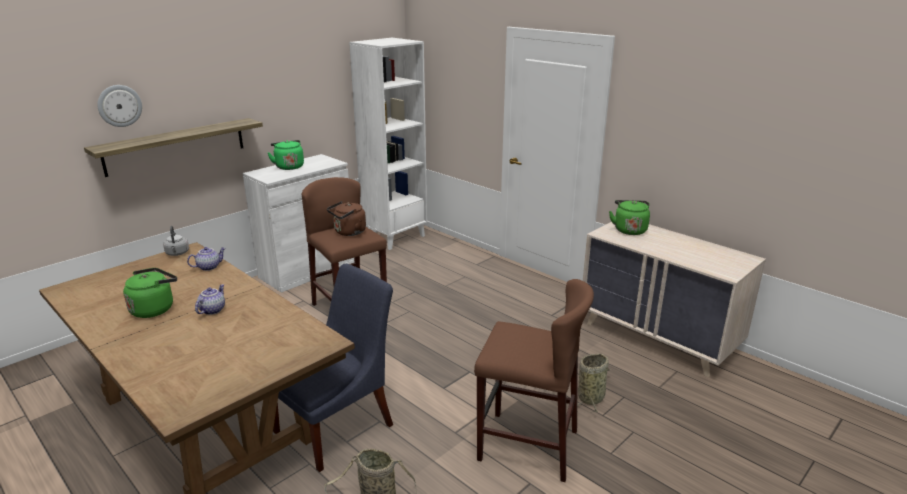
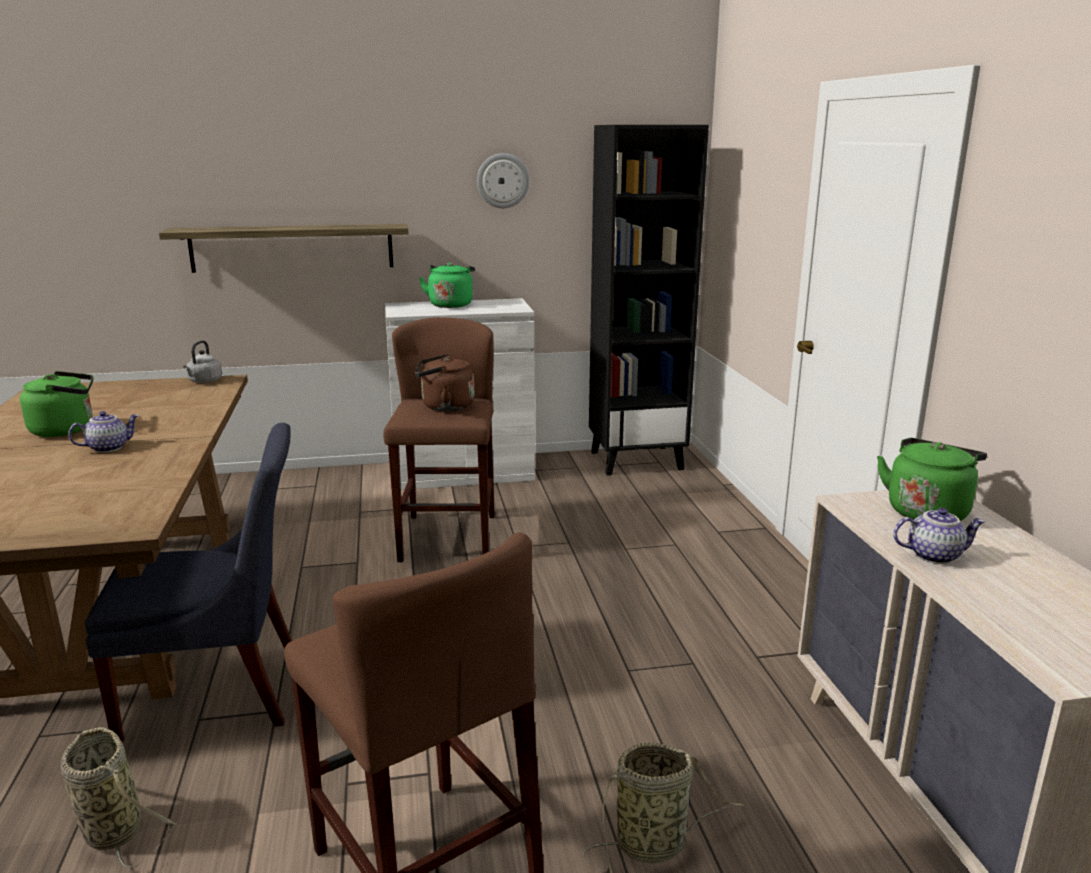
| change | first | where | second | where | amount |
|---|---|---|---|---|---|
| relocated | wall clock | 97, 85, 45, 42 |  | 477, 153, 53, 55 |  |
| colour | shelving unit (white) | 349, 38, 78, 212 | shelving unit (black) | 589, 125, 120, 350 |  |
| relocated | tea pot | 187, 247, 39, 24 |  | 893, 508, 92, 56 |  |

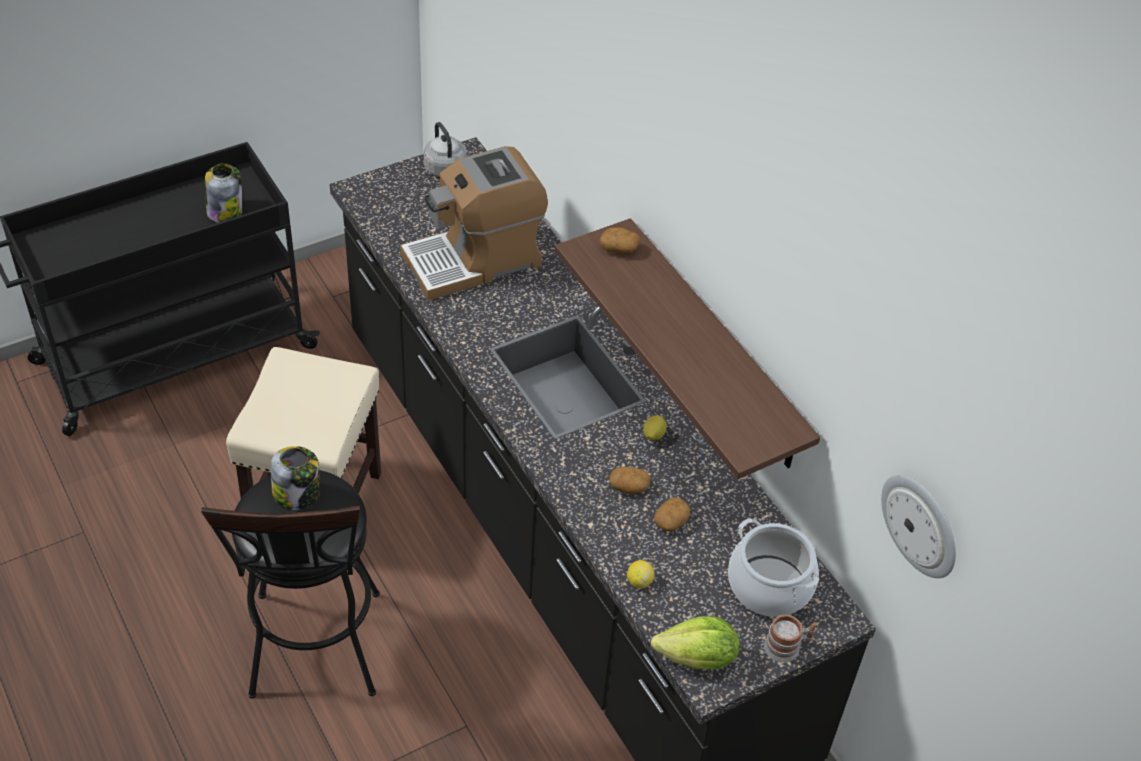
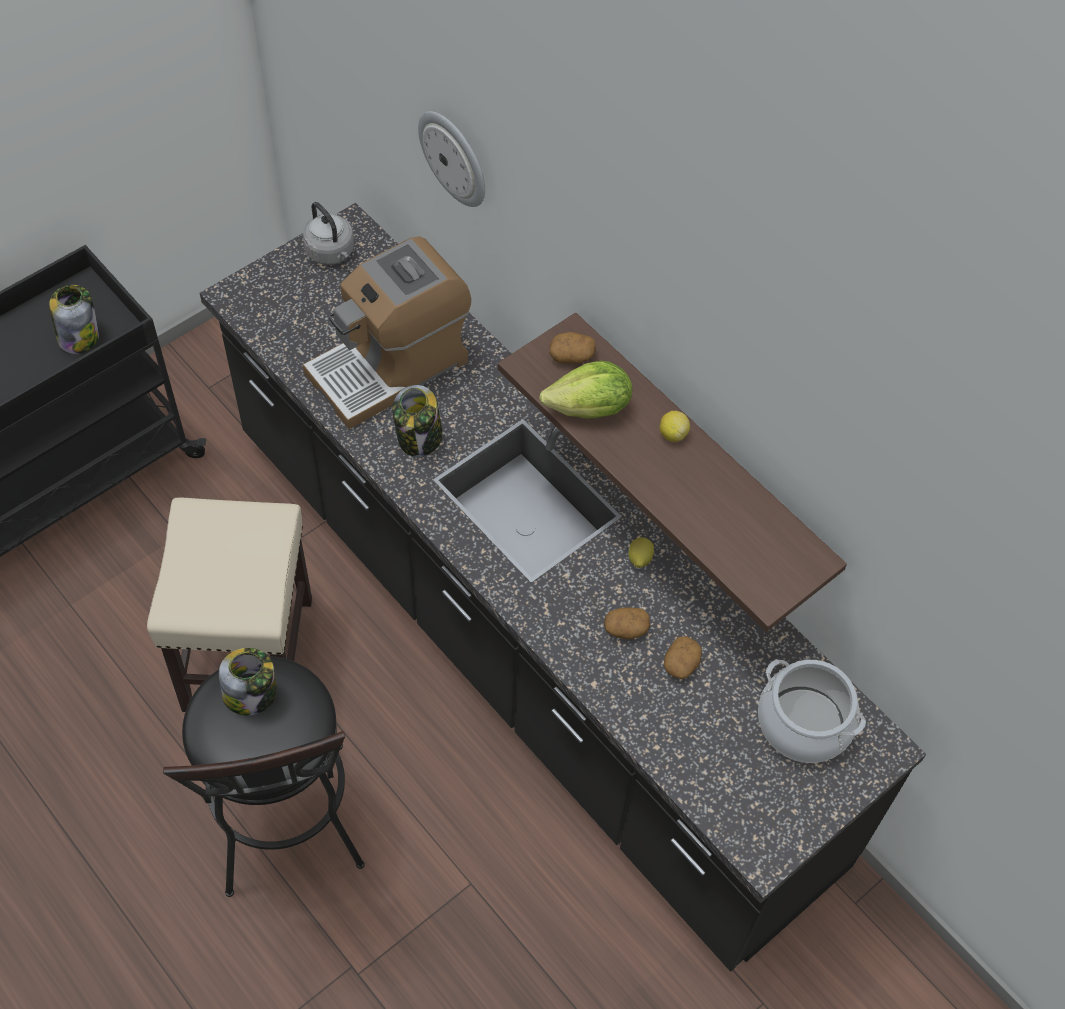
| change | first | where | second | where | amount |
|---|---|---|---|---|---|
| appeared |  |  | storage jar | 392, 385, 50, 72 |  |
| relocated | wall clock | 881, 475, 75, 103 |  | 418, 111, 67, 96 |  |
| relocated | head of lettuce | 651, 616, 89, 53 |  | 539, 361, 94, 58 |  |
| relocated | citrus fruit | 627, 560, 28, 28 |  | 659, 411, 31, 31 |  |
| missing | tea mug | 764, 615, 53, 48 |  |  |  |

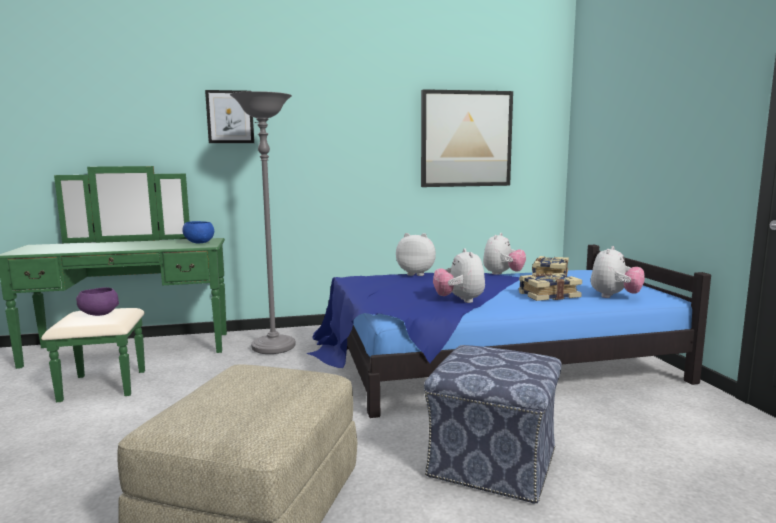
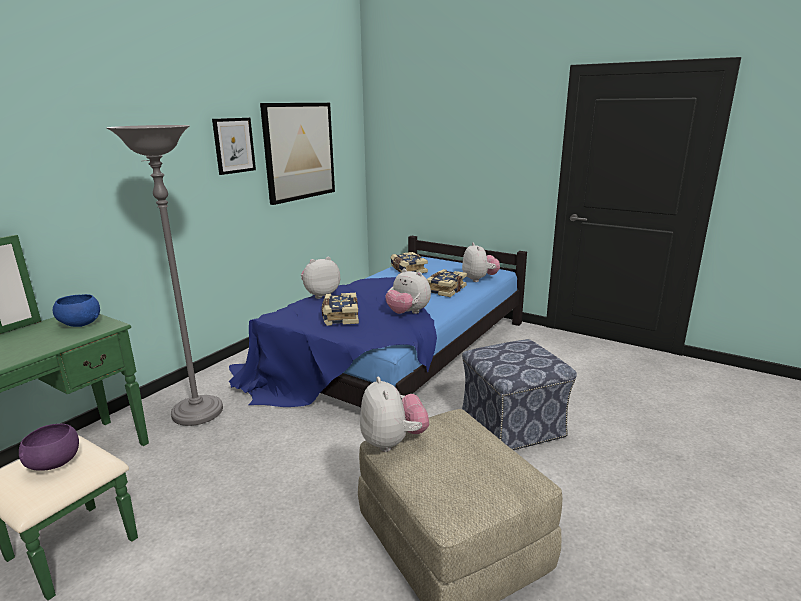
| change | first | where | second | where | amount |
|---|---|---|---|---|---|
| relocated | wall art | 205, 90, 49, 53 |  | 212, 118, 44, 57 |  |
| appeared |  |  | book | 322, 293, 37, 33 |  |
| relocated | plush toy | 483, 233, 43, 42 |  | 360, 377, 69, 75 |  |

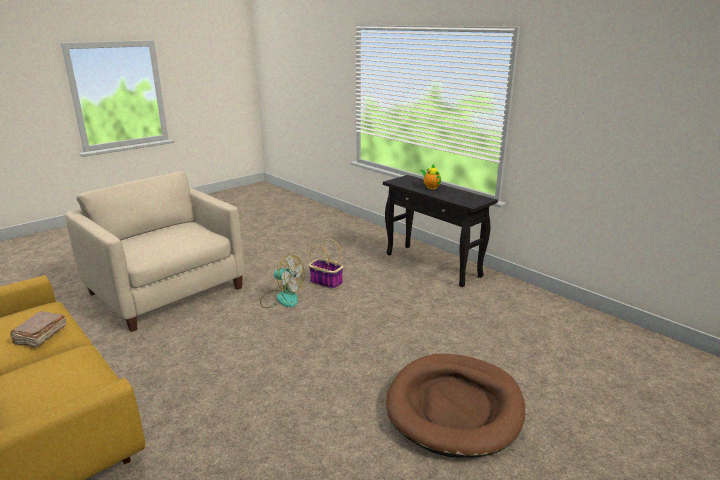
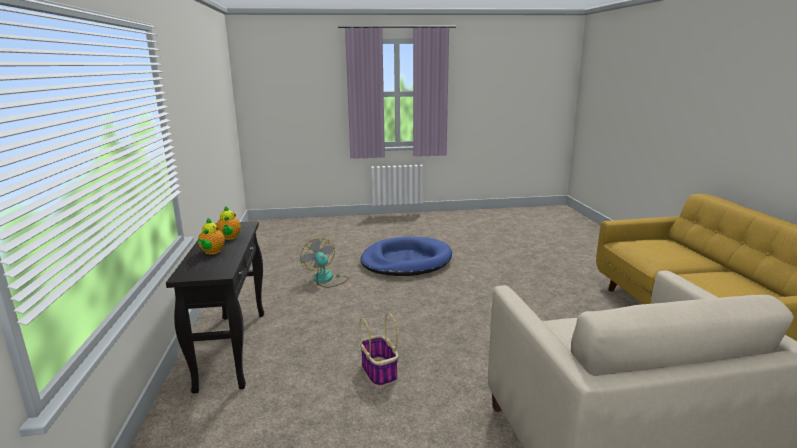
| change | first | where | second | where | amount |
|---|---|---|---|---|---|
| appeared |  |  | tea pot | 217, 206, 24, 34 |  |
| relocated | fan | 260, 254, 44, 54 |  | 300, 238, 49, 50 |  |
| colour | pet bed (brown-coloured) | 386, 354, 139, 104 | pet bed (blue-coloured) | 361, 237, 91, 39 |  |
| missing | book (brown-coloured) | 10, 311, 56, 37 |  |  |  |

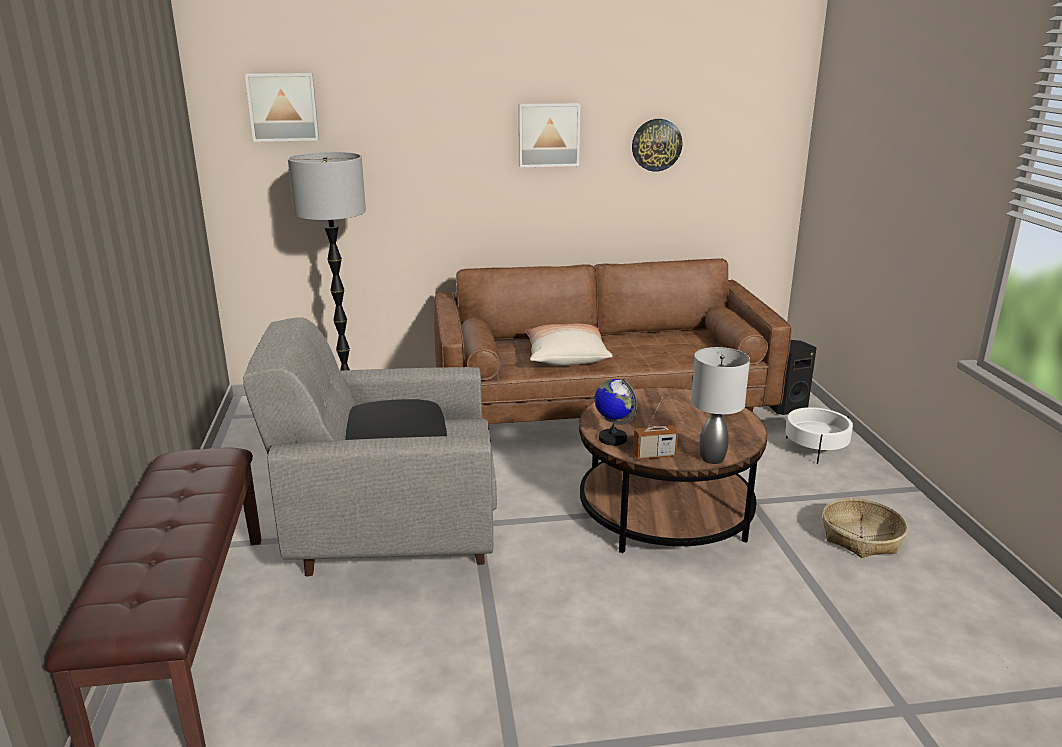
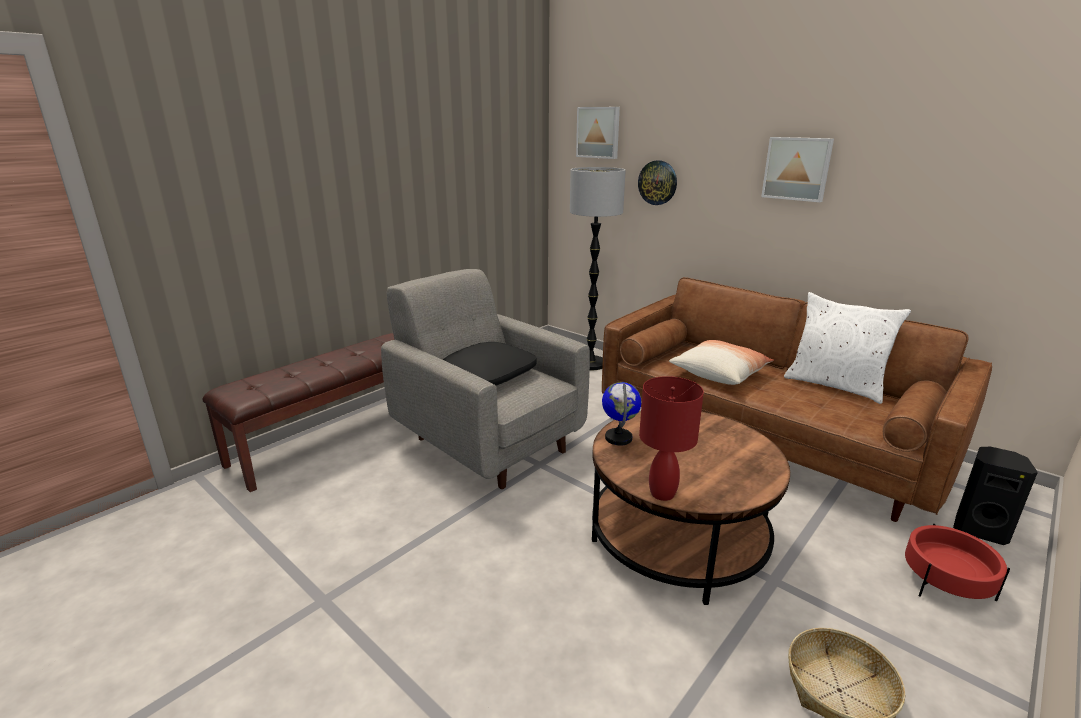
| change | first | where | second | where | amount |
|---|---|---|---|---|---|
| relocated | wall clock | 632, 119, 50, 53 |  | 638, 160, 39, 45 |  |
| colour | tabletop lamp (greyish) | 691, 347, 59, 117 | tabletop lamp (reddish) | 639, 376, 65, 125 |  |
| appeared |  |  | pillow (white) | 784, 292, 127, 112 |  |
| colour | planter (white) | 785, 407, 68, 57 | planter (reddish) | 905, 524, 105, 77 |  |
| missing | radio | 633, 397, 45, 63 |  |  |  |

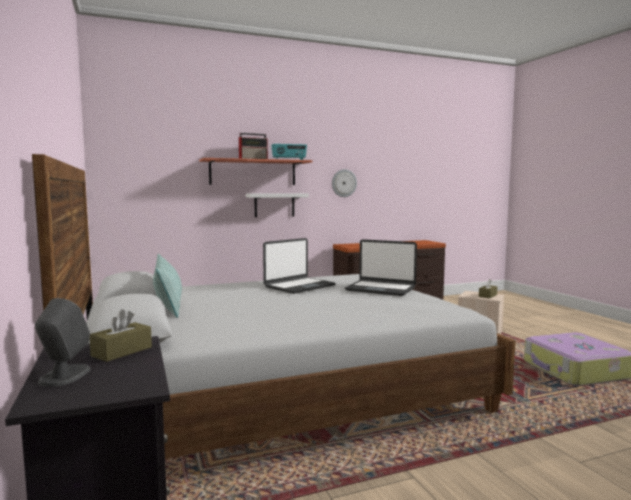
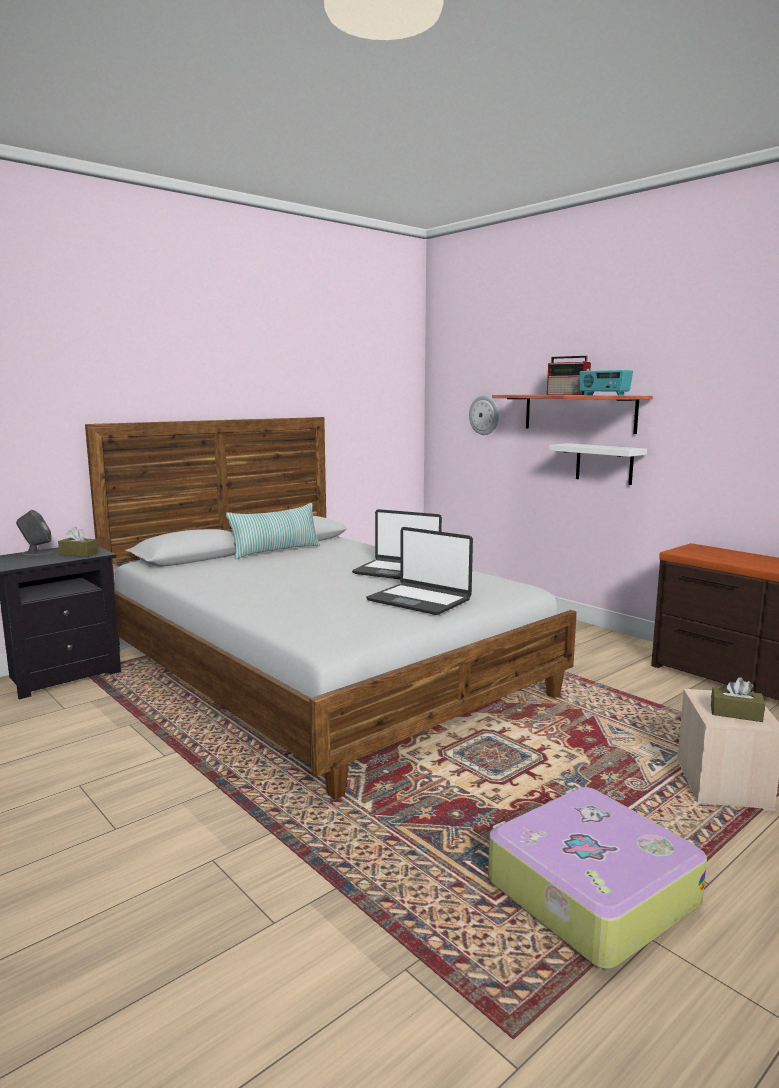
| change | first | where | second | where | amount |
|---|---|---|---|---|---|
| spun | notebook computer | 345, 239, 72, 57 |  | 366, 527, 107, 88 | 60 degrees counterclockwise |
| relocated | wall clock | 332, 169, 25, 28 |  | 469, 395, 30, 40 |  |

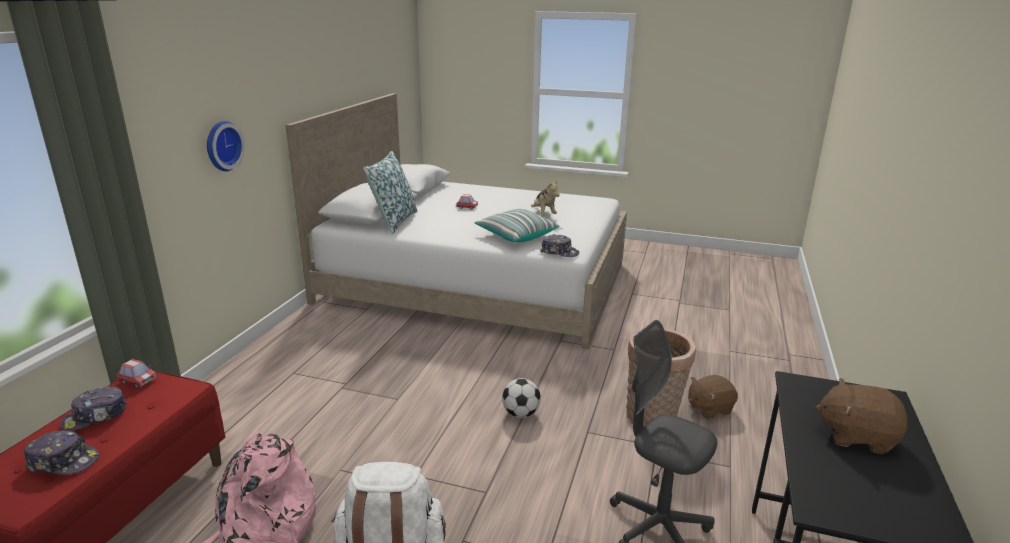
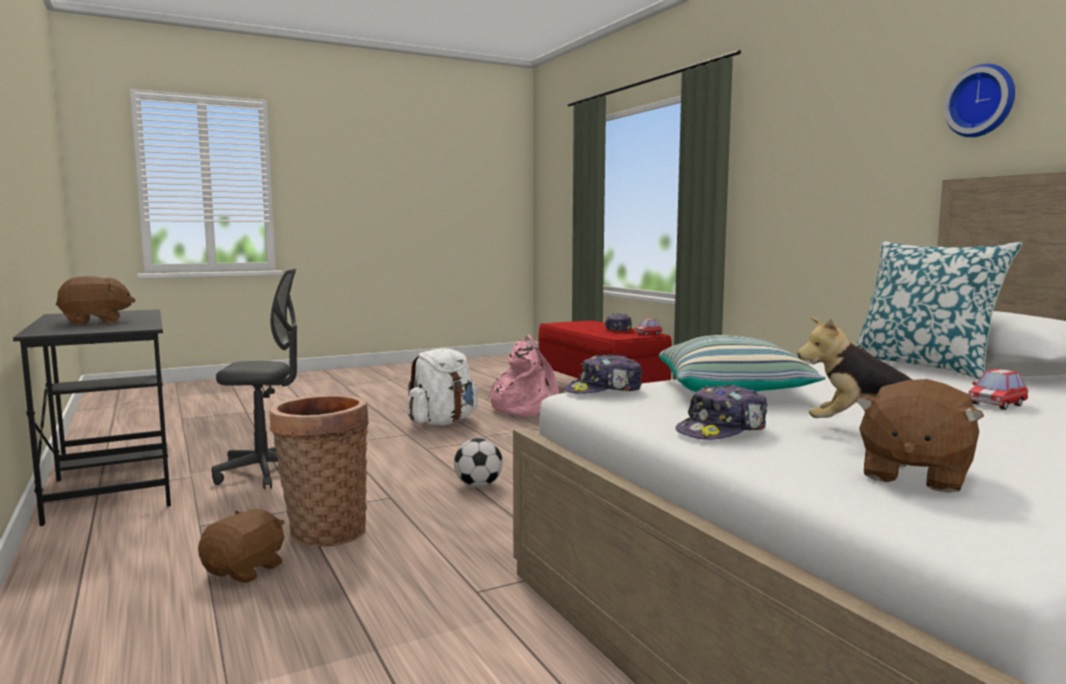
| change | first | where | second | where | amount |
|---|---|---|---|---|---|
| relocated | peaked cap | 24, 430, 75, 45 |  | 676, 384, 91, 56 |  |
| appeared |  |  | plush toy (brown-coloured) | 855, 379, 129, 114 |  |
| relocated | wall clock | 207, 121, 38, 50 |  | 944, 64, 71, 73 |  |

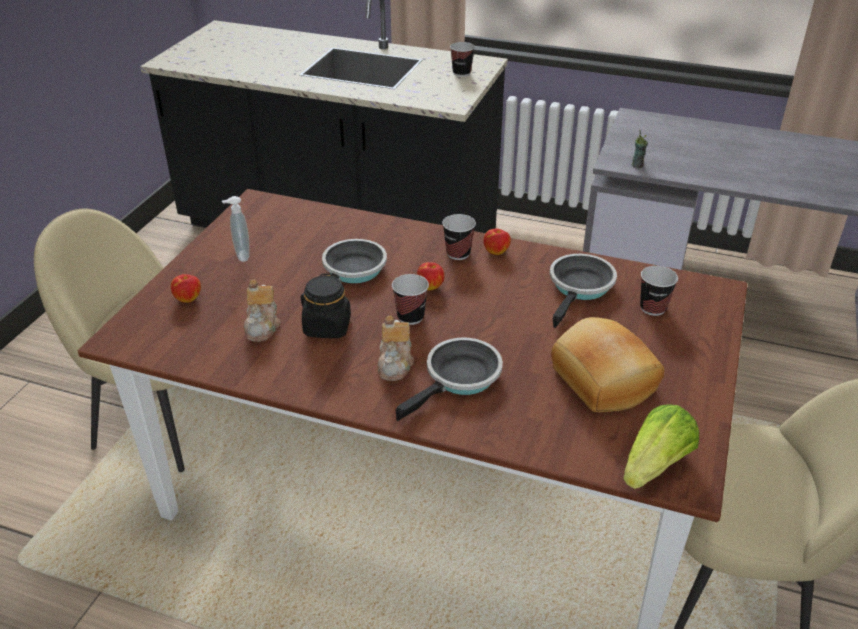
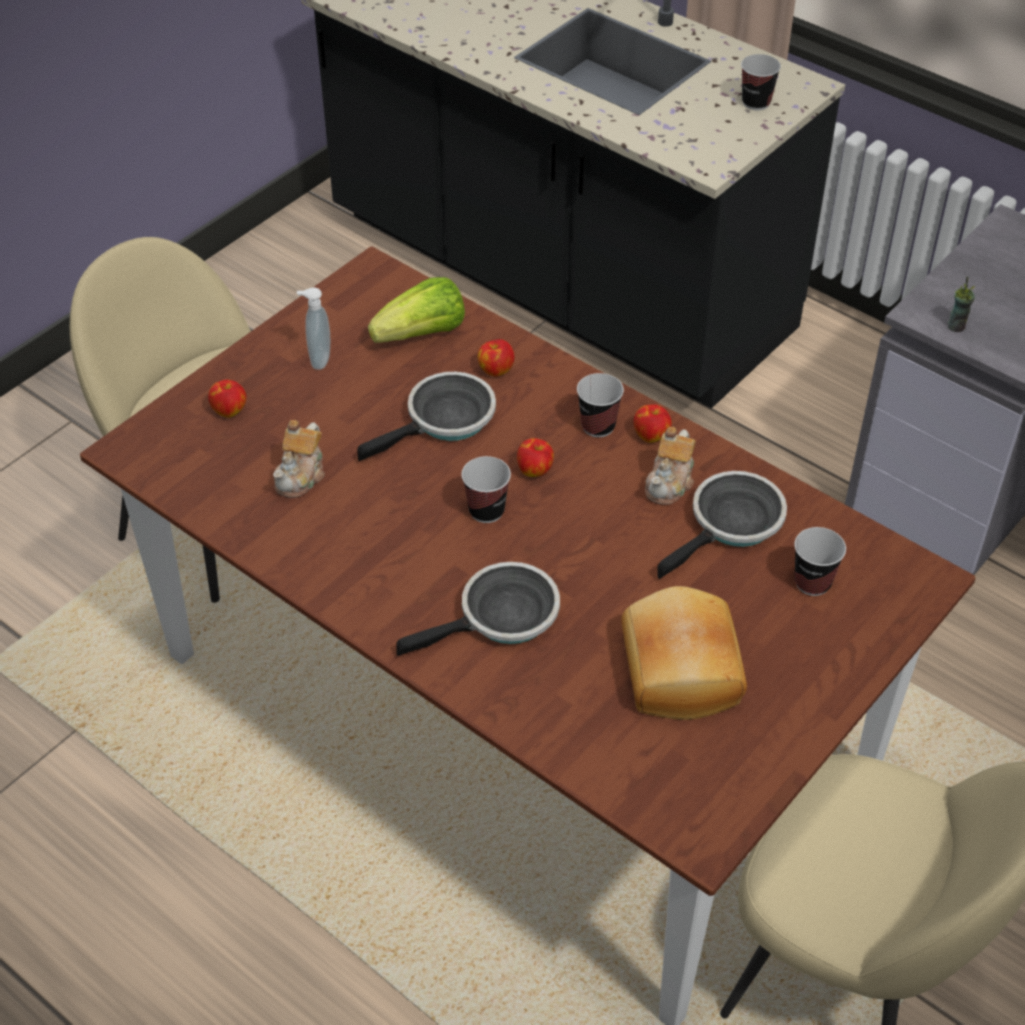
| change | first | where | second | where | amount |
|---|---|---|---|---|---|
| relocated | head of lettuce | 623, 404, 76, 85 |  | 368, 277, 97, 66 |  |
| appeared |  |  | apple | 478, 339, 36, 38 |  |
| relocated | tea pot | 377, 315, 37, 66 |  | 645, 427, 51, 78 |  |
| missing | storage jar (black) | 302, 274, 49, 64 |  |  |  |

